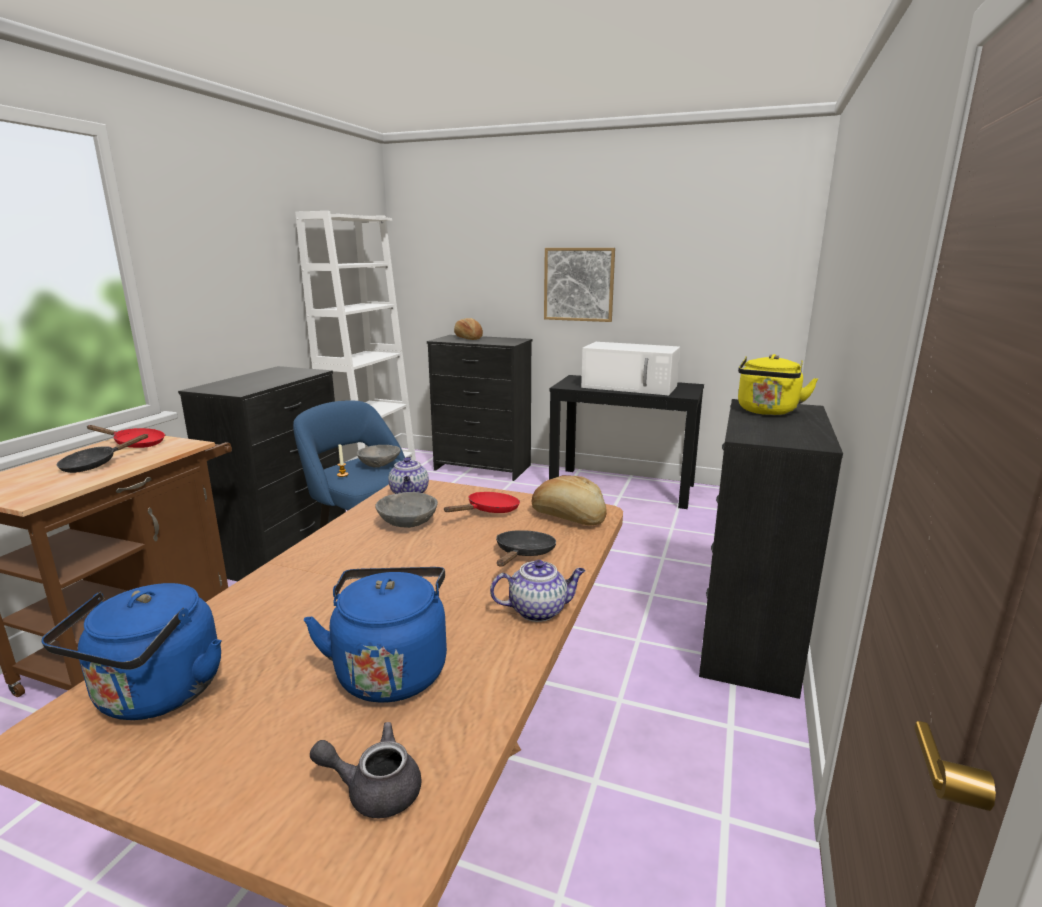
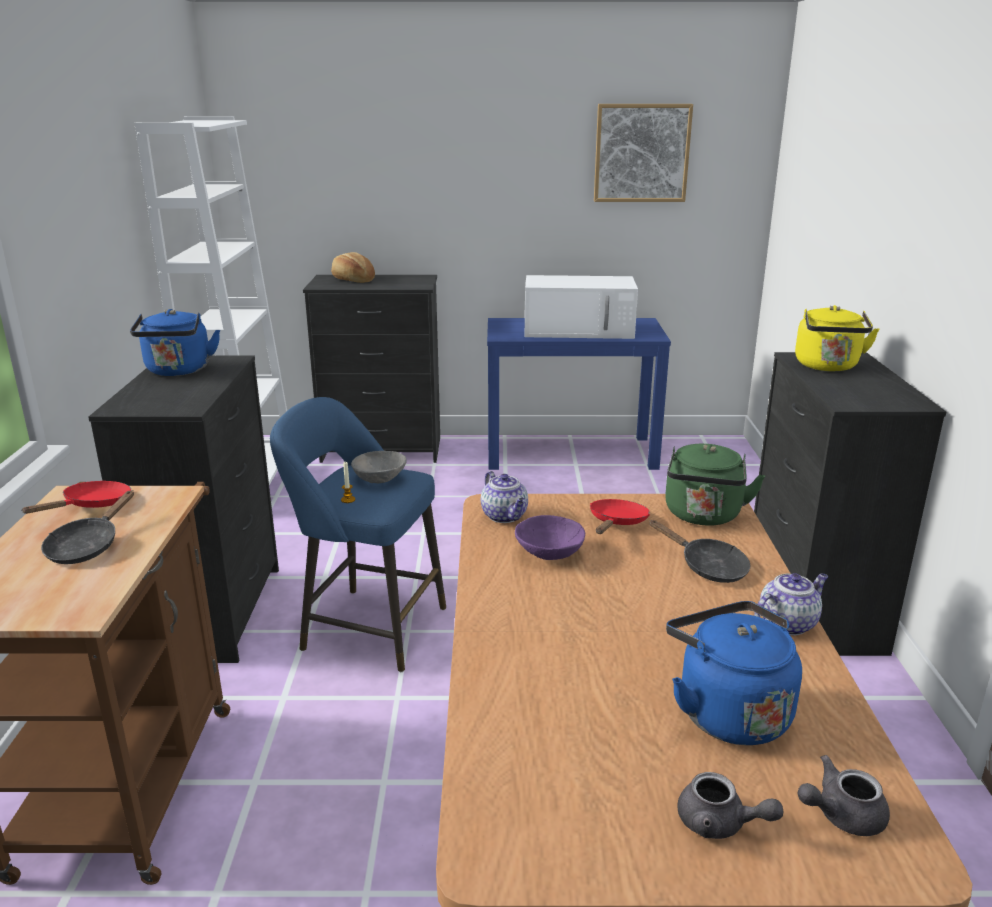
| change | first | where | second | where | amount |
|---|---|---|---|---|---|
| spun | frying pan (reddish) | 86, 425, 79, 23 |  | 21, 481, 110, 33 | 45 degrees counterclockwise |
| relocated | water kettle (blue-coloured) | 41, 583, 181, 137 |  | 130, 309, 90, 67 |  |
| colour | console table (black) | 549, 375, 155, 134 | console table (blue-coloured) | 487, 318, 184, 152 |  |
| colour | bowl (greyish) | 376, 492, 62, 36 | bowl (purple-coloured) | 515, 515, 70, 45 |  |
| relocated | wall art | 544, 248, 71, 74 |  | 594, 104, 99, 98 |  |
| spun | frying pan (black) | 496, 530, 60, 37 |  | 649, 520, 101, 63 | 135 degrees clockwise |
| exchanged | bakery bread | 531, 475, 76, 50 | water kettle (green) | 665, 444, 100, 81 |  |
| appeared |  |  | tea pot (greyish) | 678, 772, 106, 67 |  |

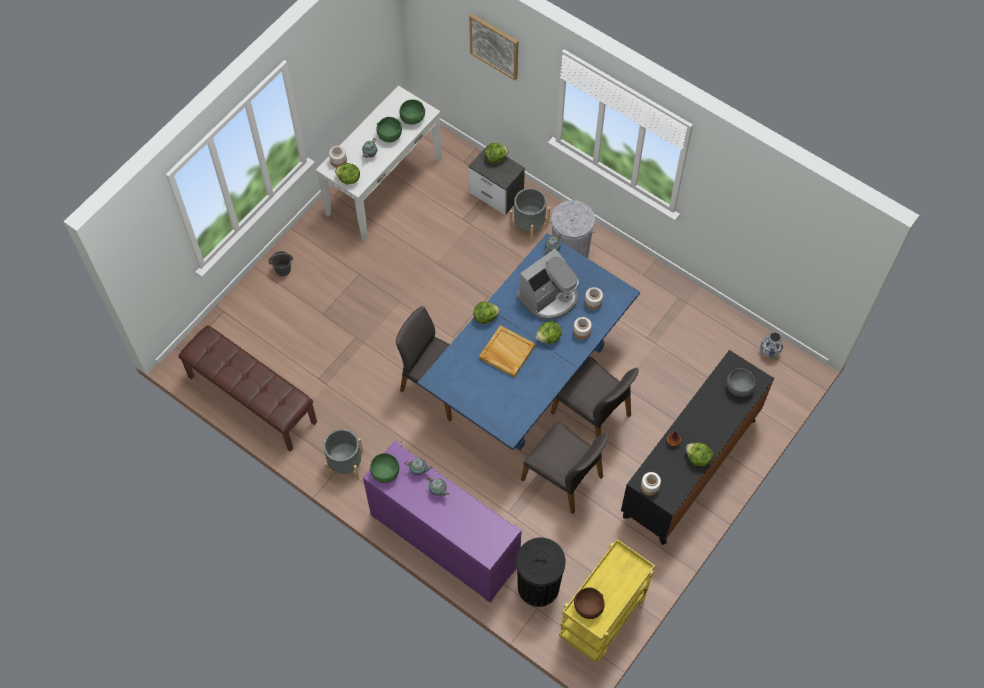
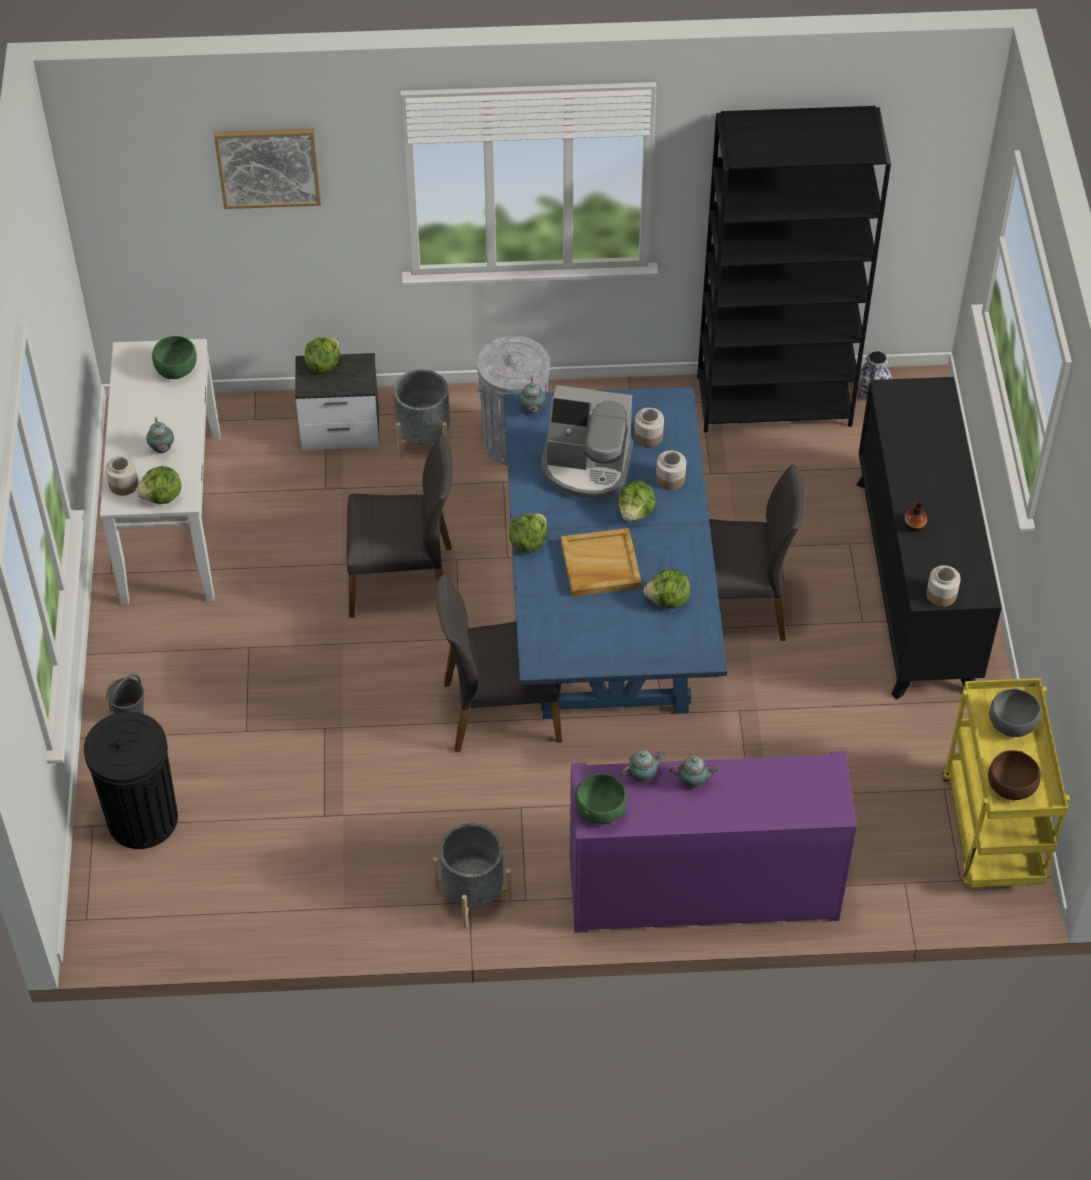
| change | first | where | second | where | amount |
|---|---|---|---|---|---|
| relocated | waste bin (black) | 516, 537, 50, 70 |  | 84, 712, 94, 137 |  |
| relocated | chair (greyish) | 521, 421, 88, 93 |  | 346, 436, 107, 182 |  |
| spun | coffee machine | 517, 249, 62, 71 |  | 541, 385, 92, 114 | 90 degrees clockwise |
| relocated | head of lettuce | 686, 442, 27, 24 |  | 644, 570, 46, 39 |  |
| appeared |  |  | shelving unit (black) | 697, 106, 194, 326 |  |
| relocated | bowl (greyish) | 727, 368, 29, 29 |  | 989, 688, 52, 49 |  |
| missing | bench (brown-coloured) | 178, 325, 139, 127 |  |  |  |
| missing | bowl (green) | 377, 117, 25, 25 |  |  |  |

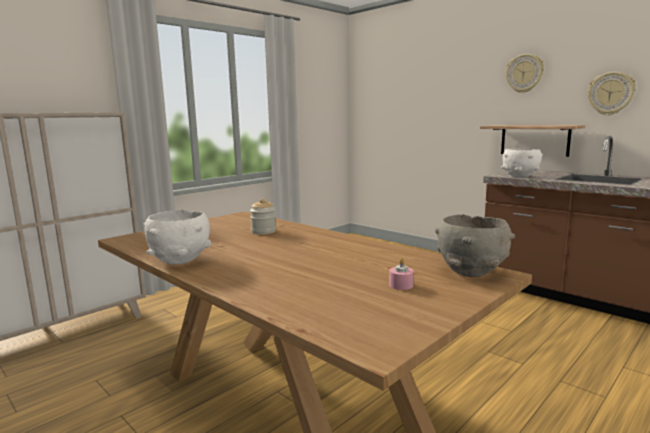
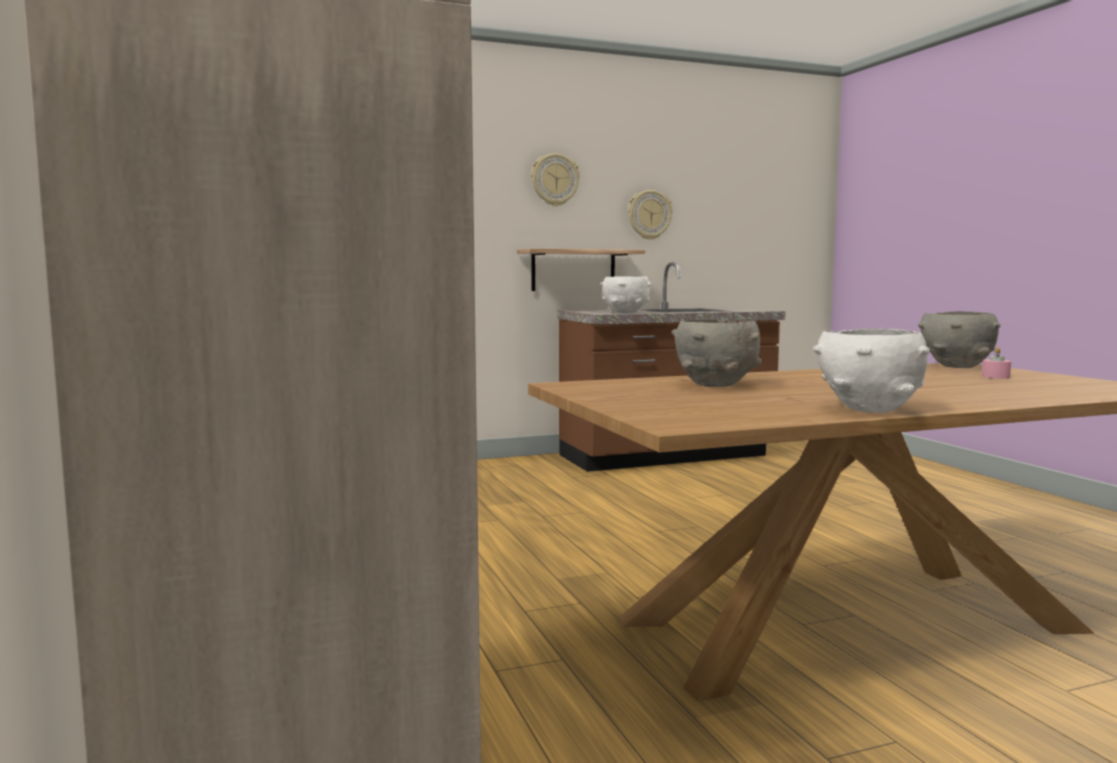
| change | first | where | second | where | amount |
|---|---|---|---|---|---|
| exchanged | storage jar | 250, 199, 26, 35 | bowl (greyish) | 671, 319, 90, 68 |  |

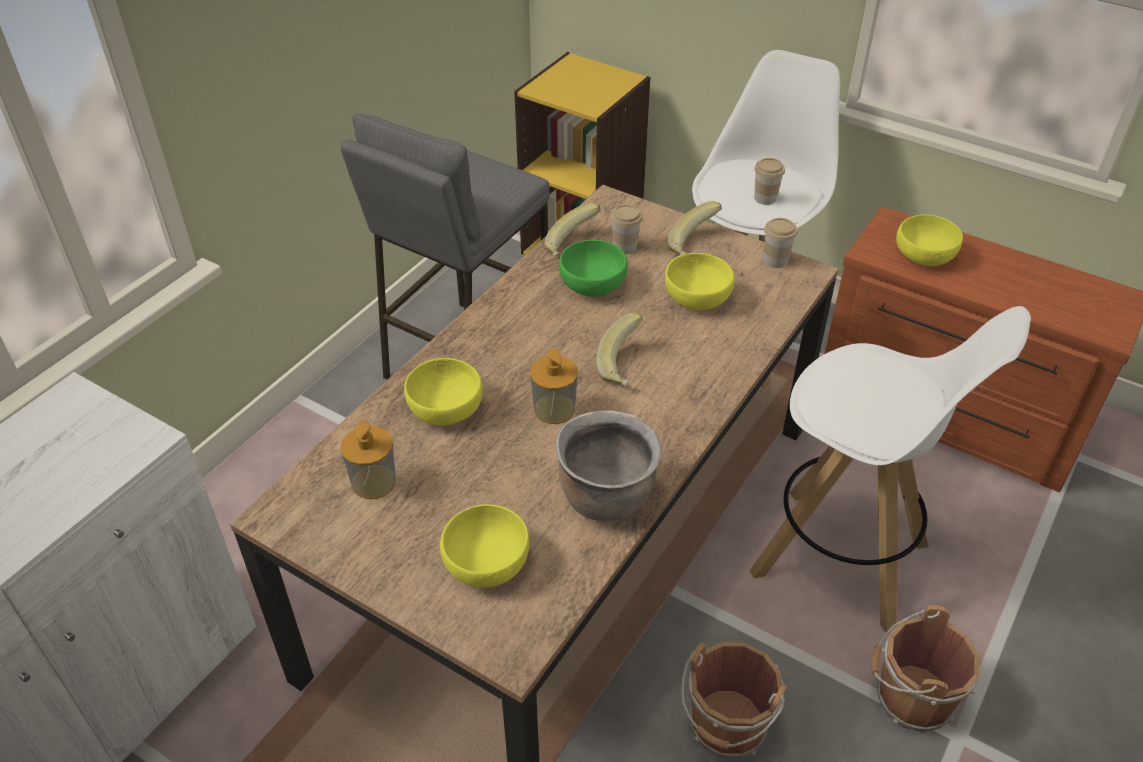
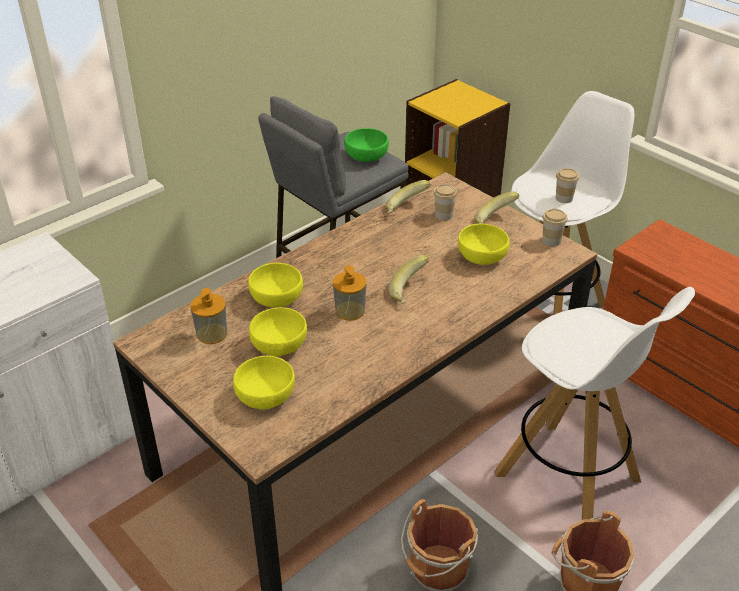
| change | first | where | second | where | amount |
|---|---|---|---|---|---|
| relocated | bowl (yellowish) | 896, 215, 67, 52 |  | 249, 307, 58, 50 |  |
| relocated | bowl (green) | 559, 240, 69, 56 |  | 344, 128, 45, 34 |  |
| missing | cooking pot (brown-coloured) | 556, 410, 106, 111 |  |  |  |

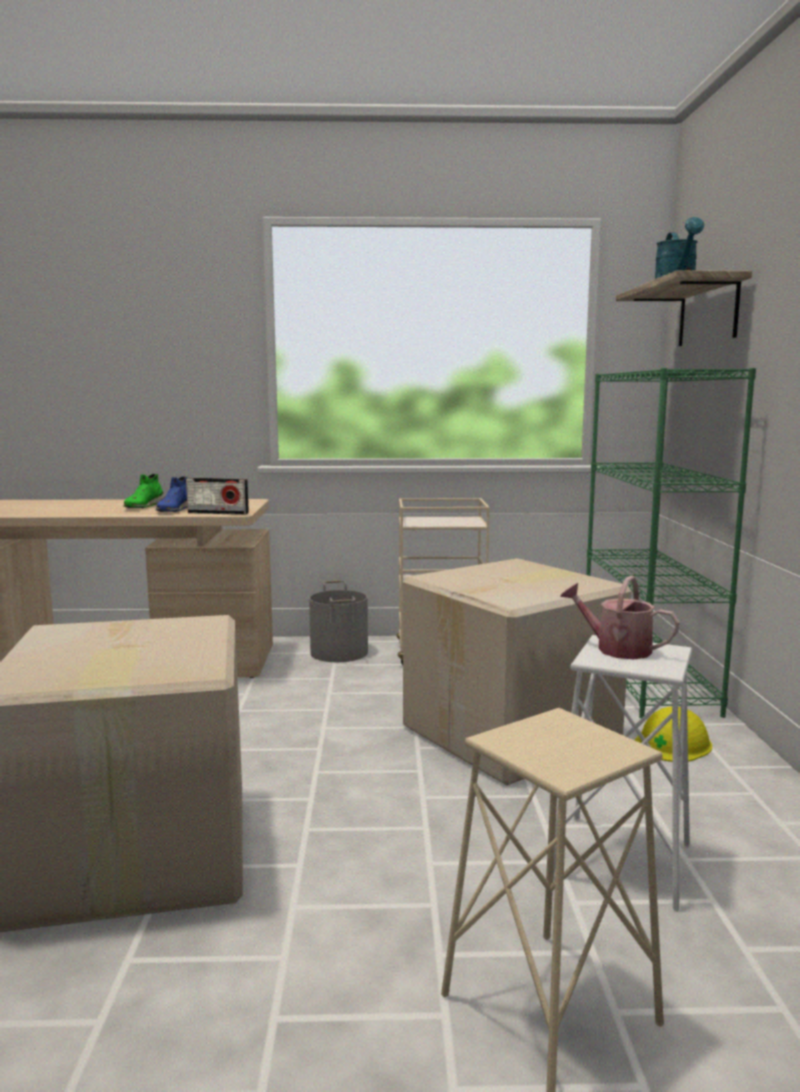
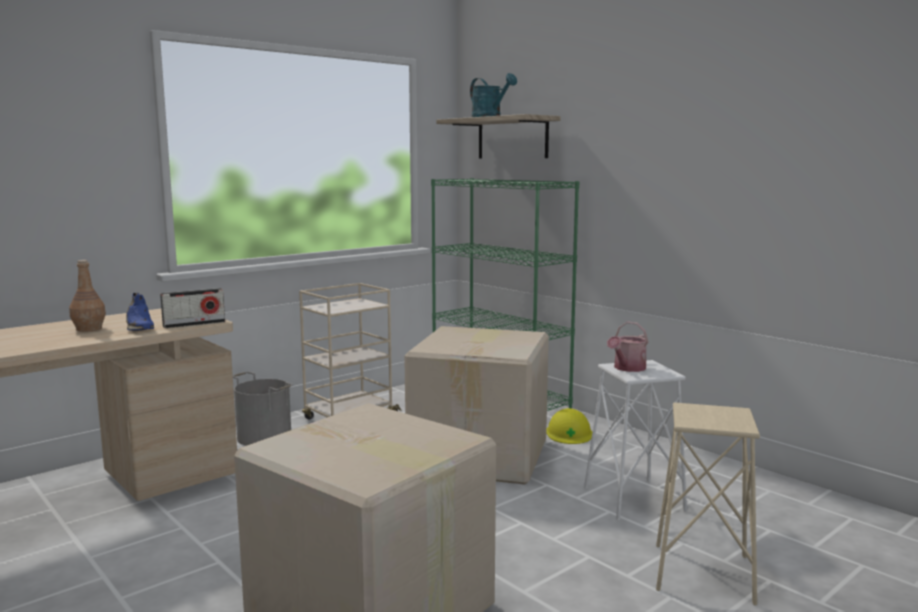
| change | first | where | second | where | amount |
|---|---|---|---|---|---|
| exchanged | shoe (green) | 123, 474, 42, 34 | beverage bottle (brown-coloured) | 69, 260, 37, 72 |  |
| spun | watering can | 560, 576, 120, 83 |  | 607, 321, 41, 51 | 45 degrees counterclockwise |

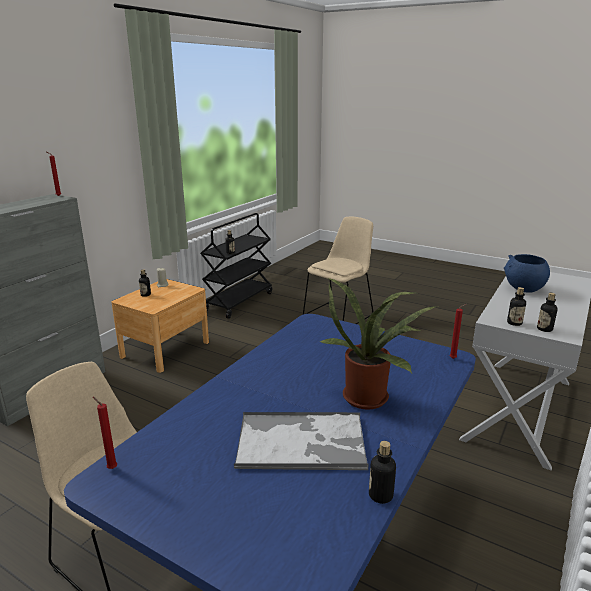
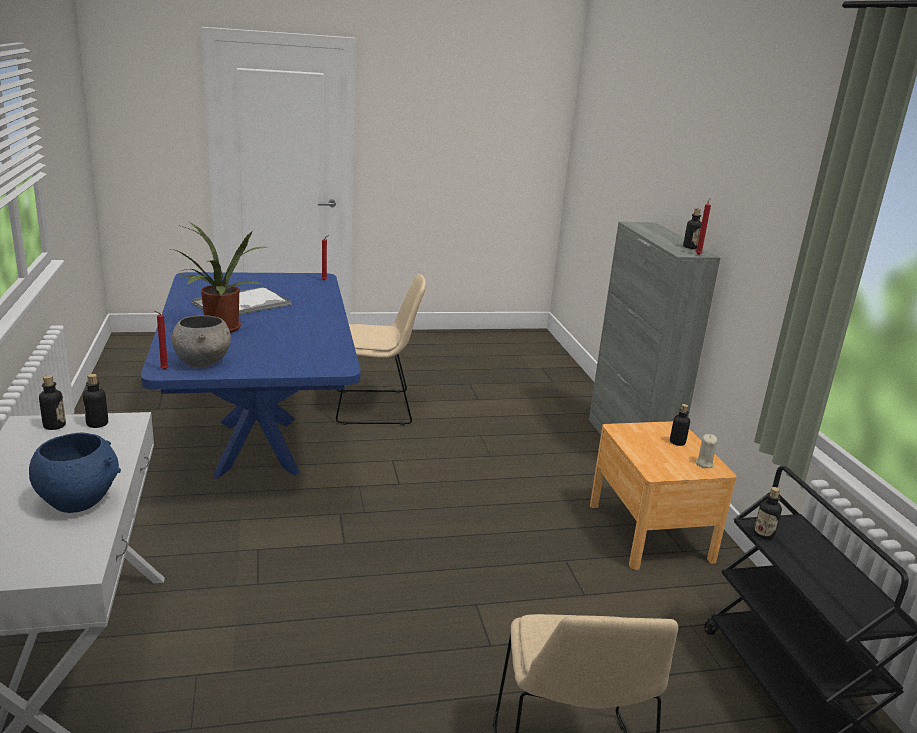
| change | first | where | second | where | amount |
|---|---|---|---|---|---|
| appeared |  |  | bowl (greyish) | 172, 315, 59, 52 |  |
| relocated | beverage bottle | 369, 441, 27, 63 |  | 683, 208, 19, 41 |  |

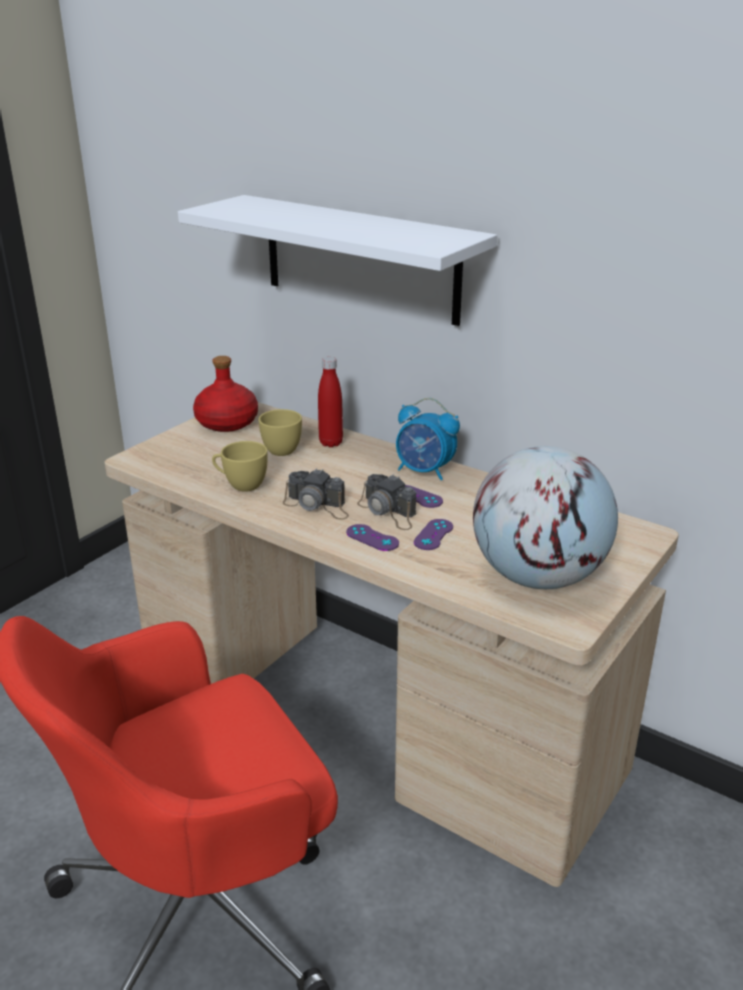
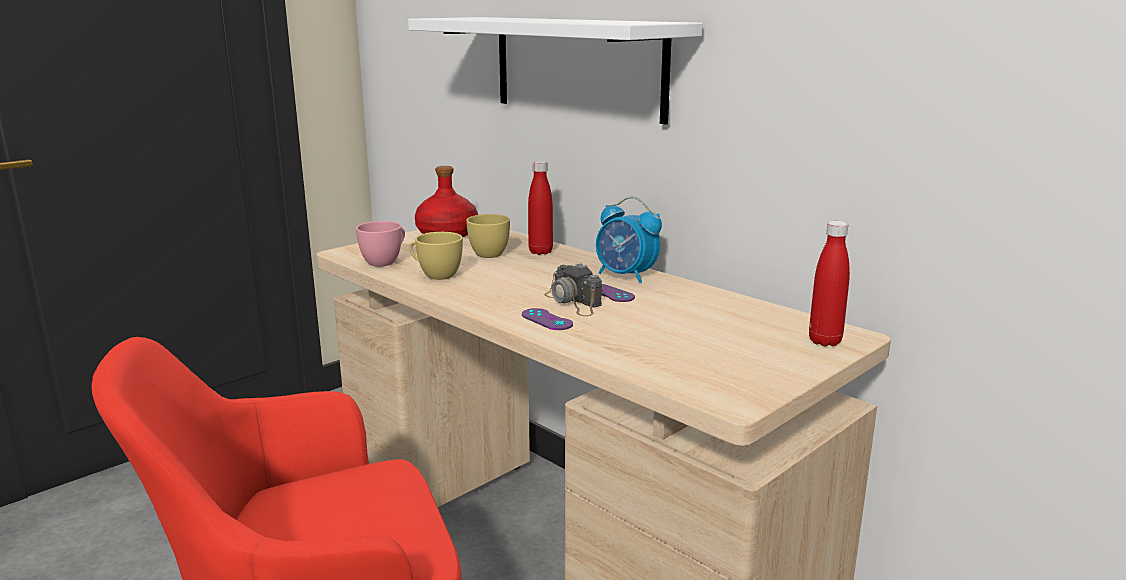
| change | first | where | second | where | amount |
|---|---|---|---|---|---|
| appeared |  |  | drinking cup (pink) | 356, 221, 49, 45 |  |
| appeared |  |  | beverage bottle (reddish) | 809, 221, 41, 125 |  |
| missing | photo camera | 283, 468, 66, 51 |  |  |  |
| missing | game controller (purple-coloured) | 414, 519, 39, 31 |  |  |  |
| missing | globe | 473, 446, 145, 143 |  |  |  |

